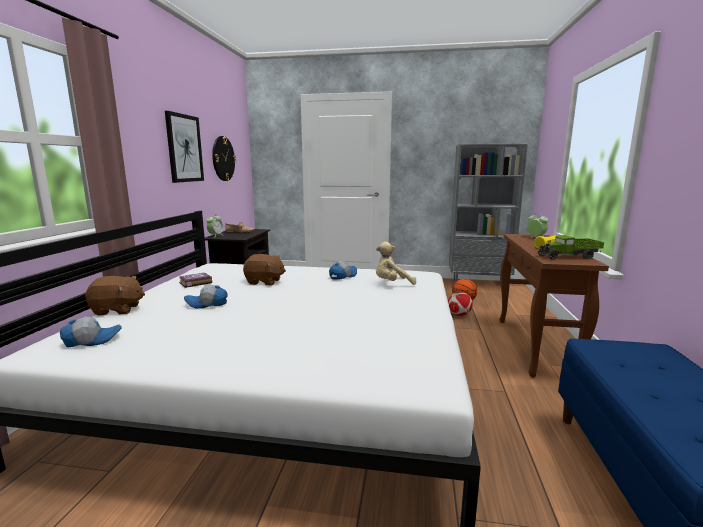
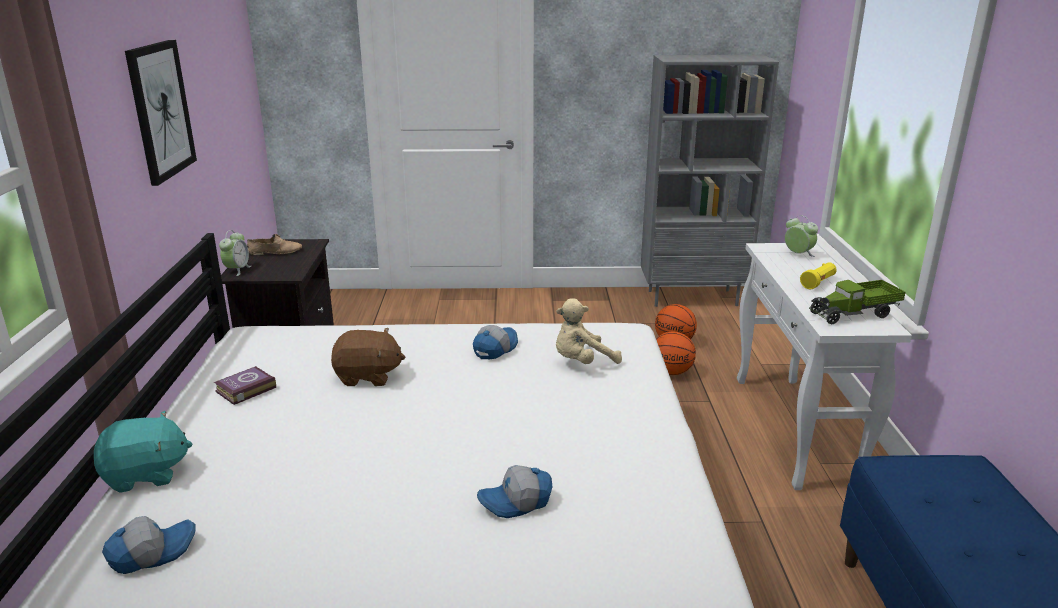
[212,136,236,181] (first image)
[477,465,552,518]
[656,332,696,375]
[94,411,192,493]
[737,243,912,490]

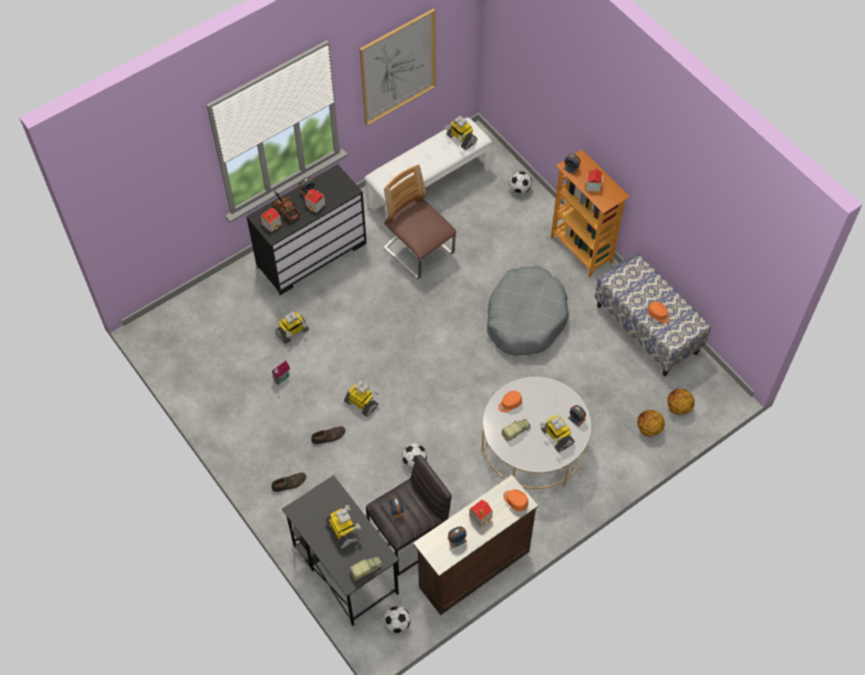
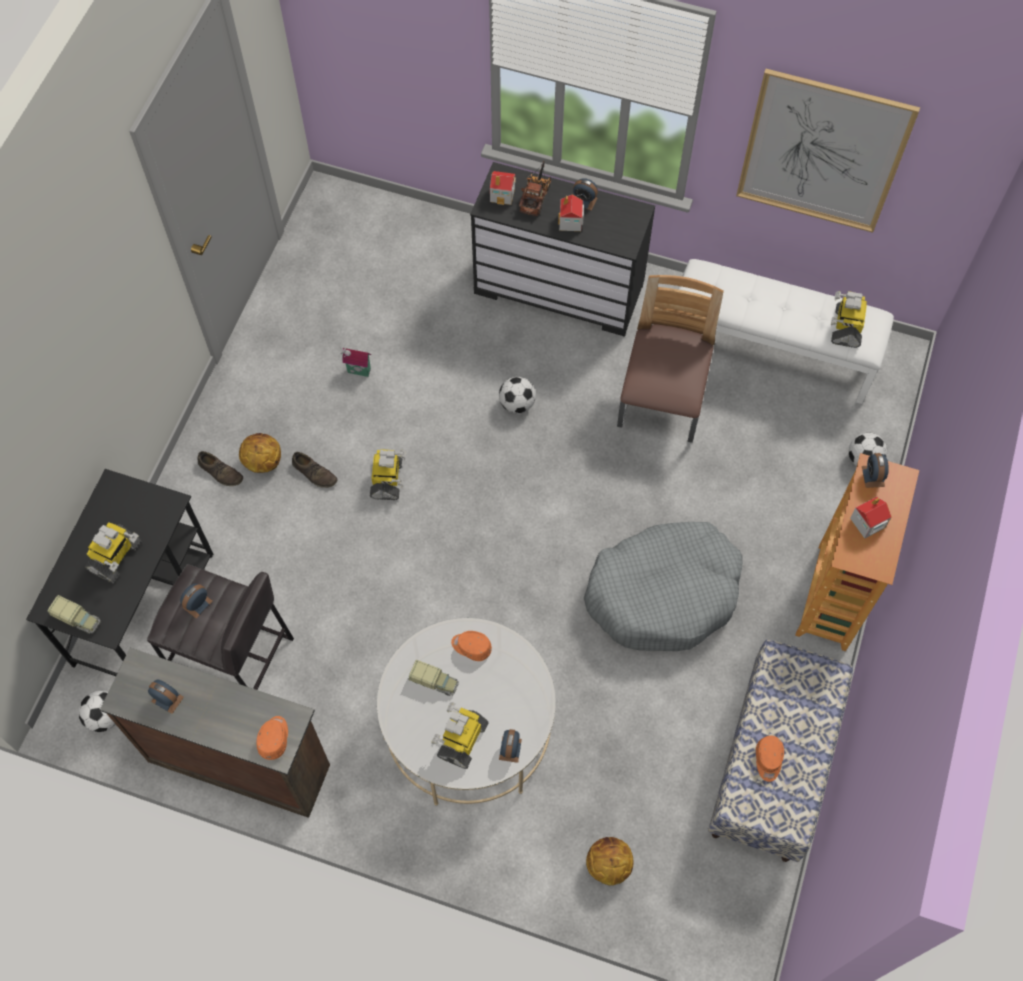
[275,311,309,344] (first image)
[469,500,493,527] (first image)
[499,377,536,414]
[239,433,281,473]

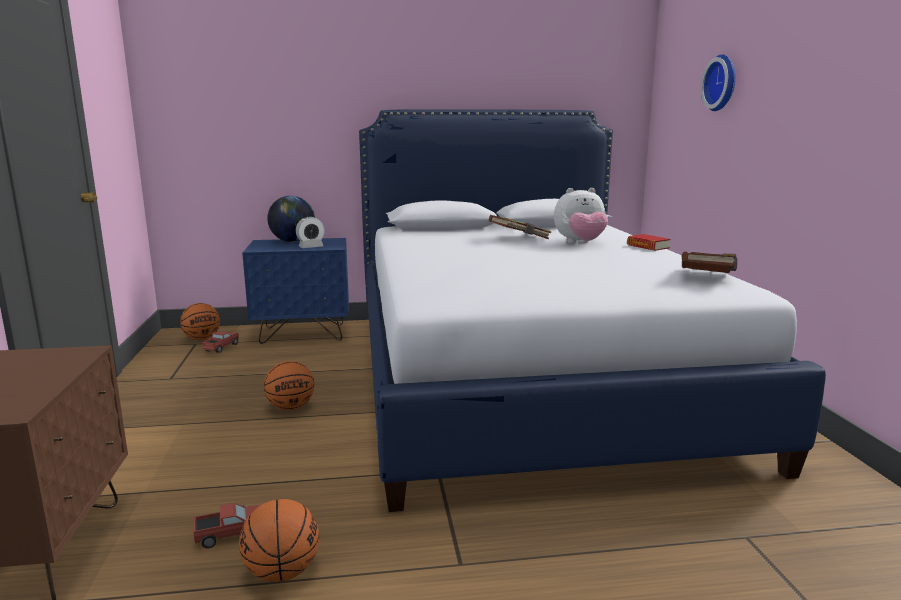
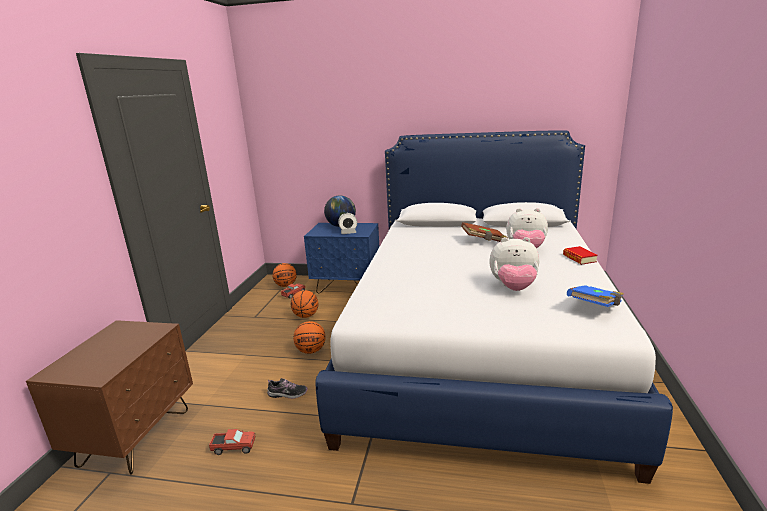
[701,54,736,111] (first image)
[267,378,308,399]
[489,237,539,291]
[291,290,318,318]
[567,285,624,307]

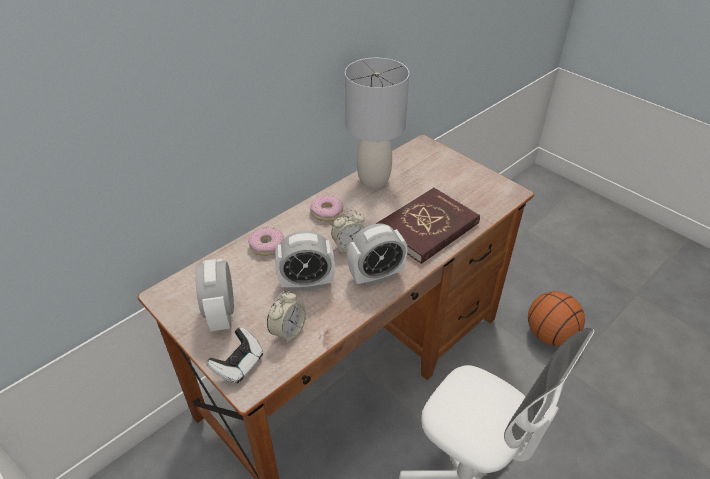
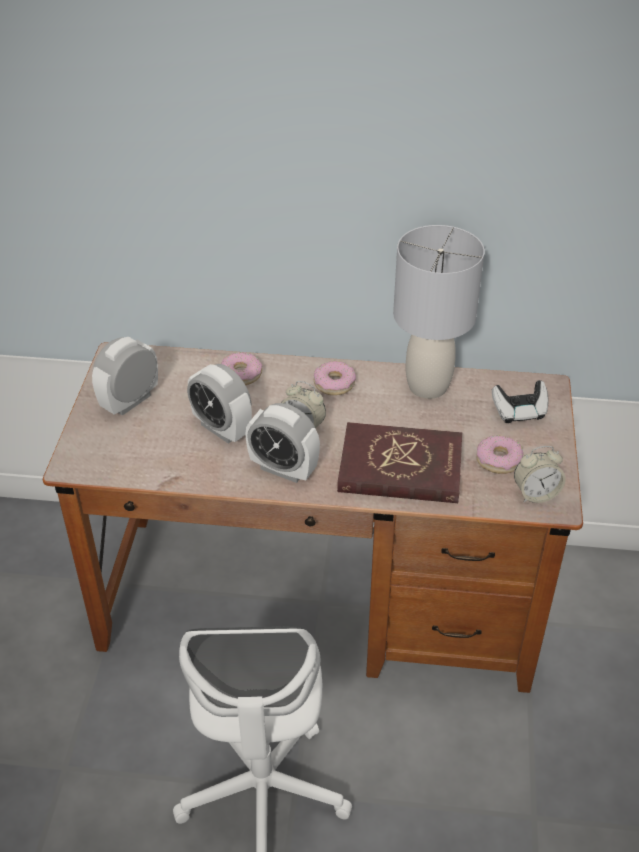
[528,291,585,346] (first image)
[477,435,523,474]
[492,380,548,423]
[514,446,566,503]

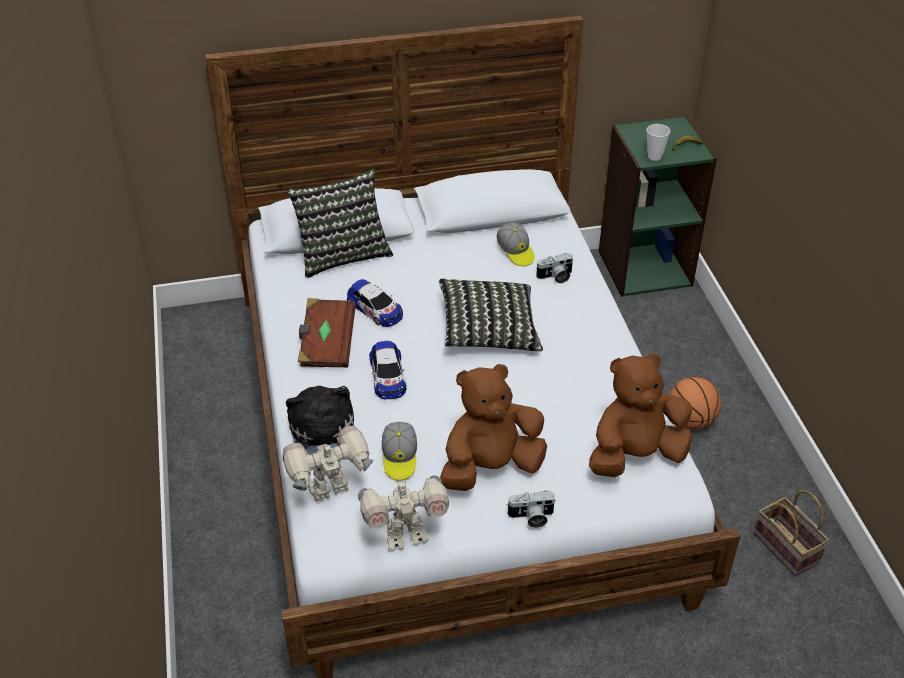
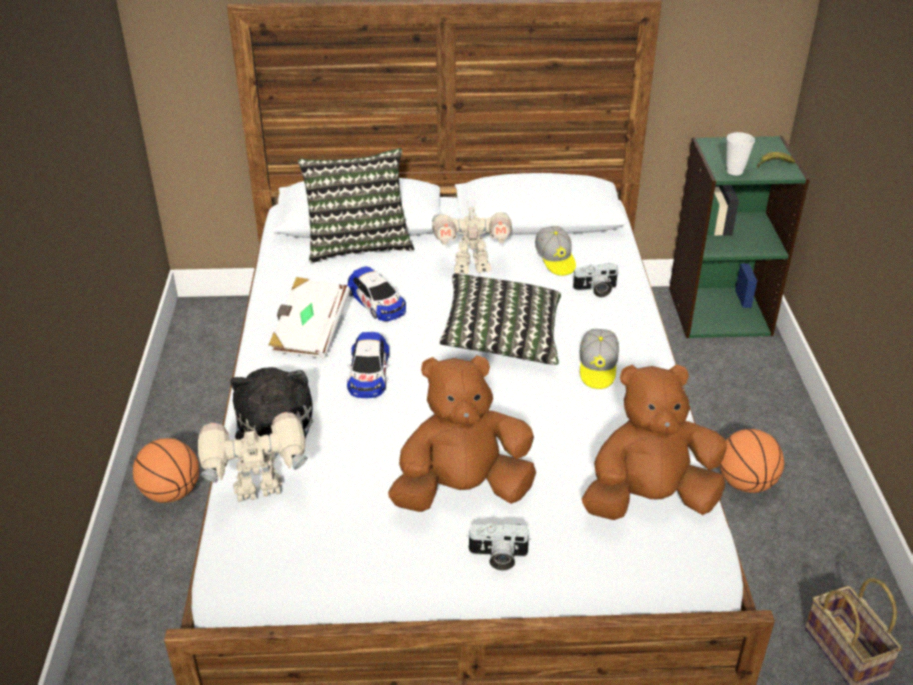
[133,438,199,503]
[432,201,512,274]
[580,329,619,389]
[269,277,350,359]

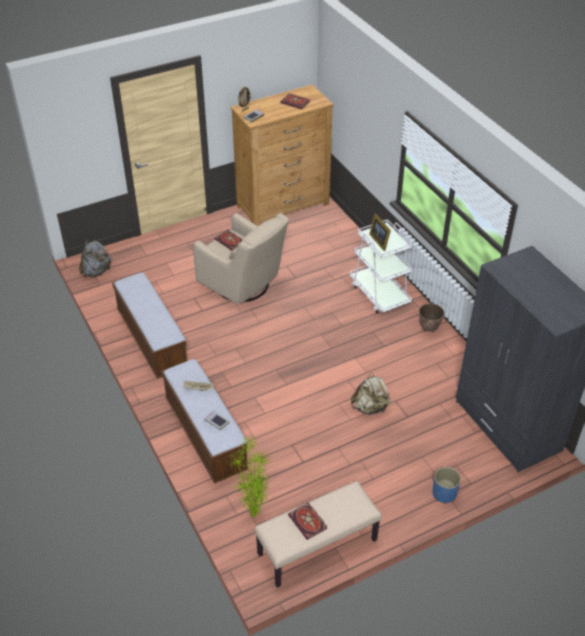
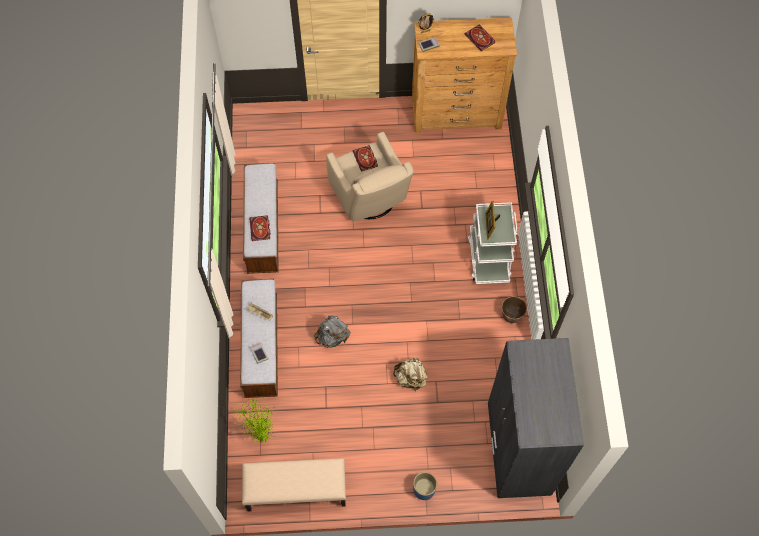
[314,316,350,348]
[249,215,270,241]

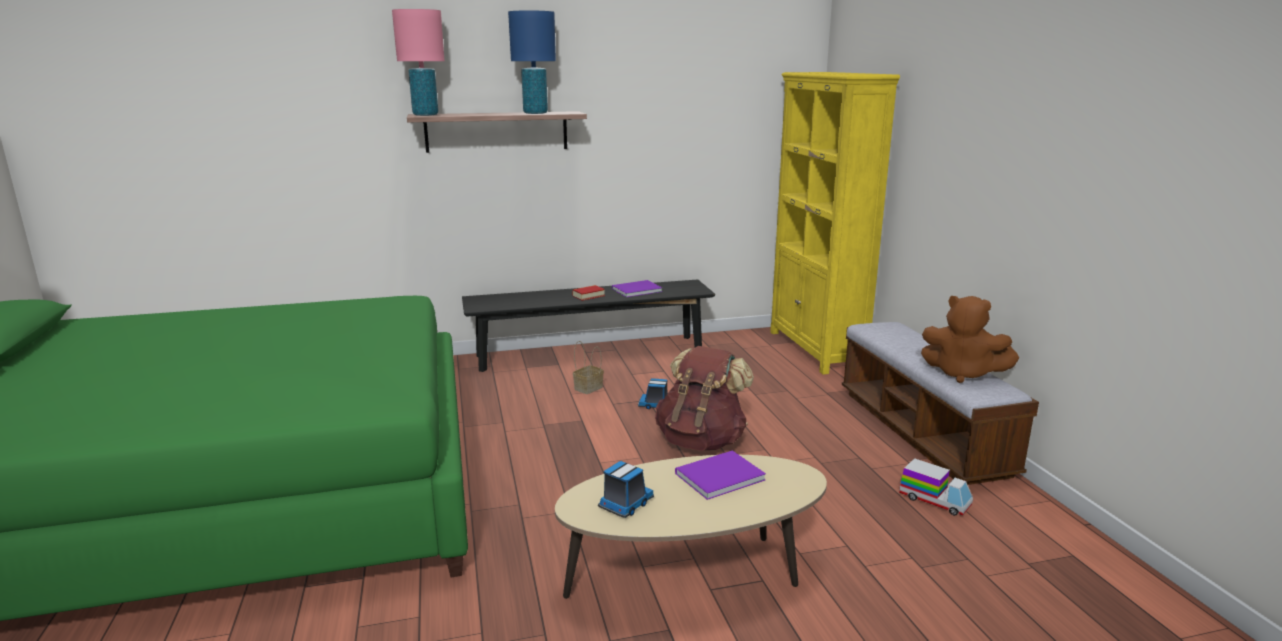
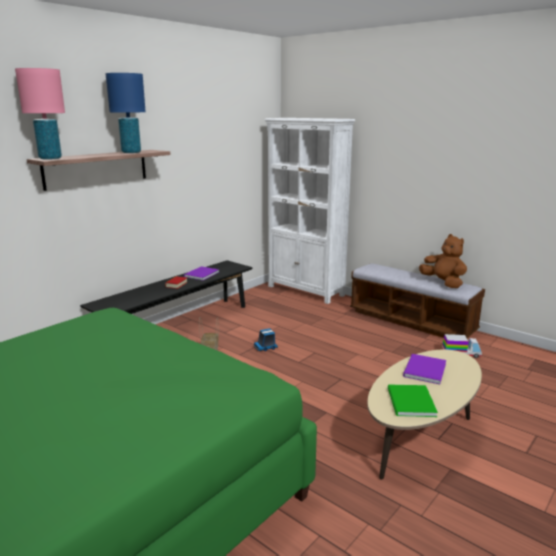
[655,346,754,451] (first image)
[388,385,438,417]
[264,118,355,304]
[419,234,467,288]

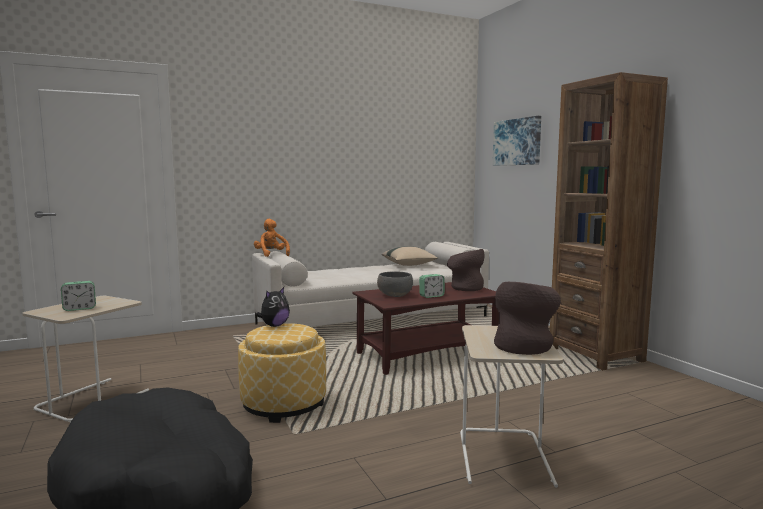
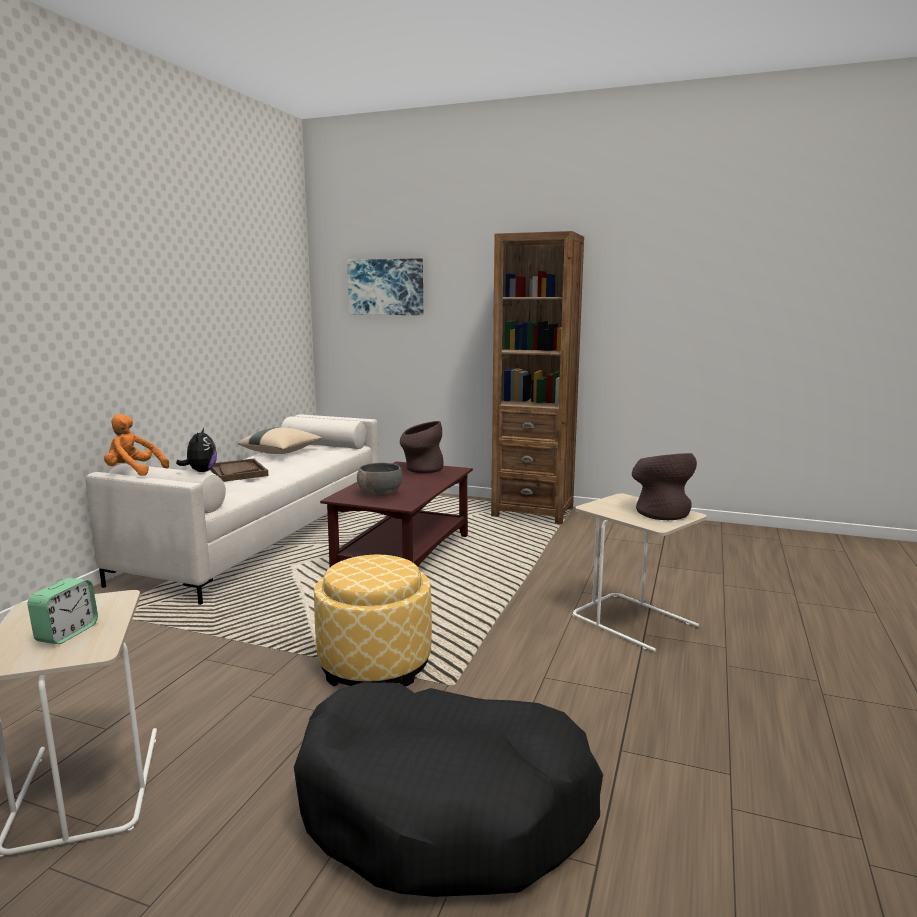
[419,274,445,298] (first image)
[210,459,269,482]
[176,428,217,472]

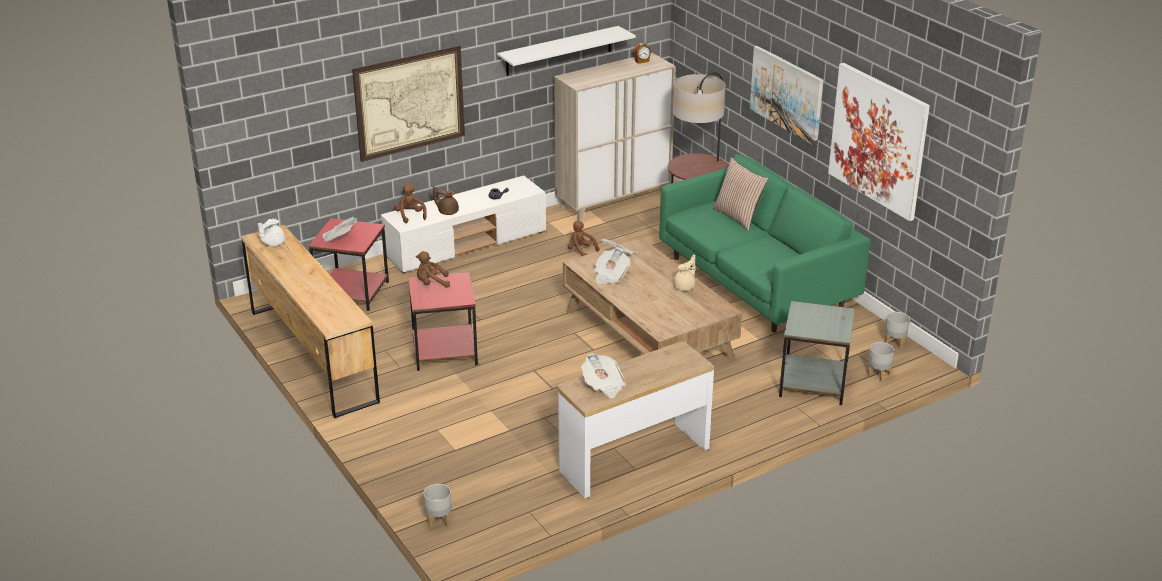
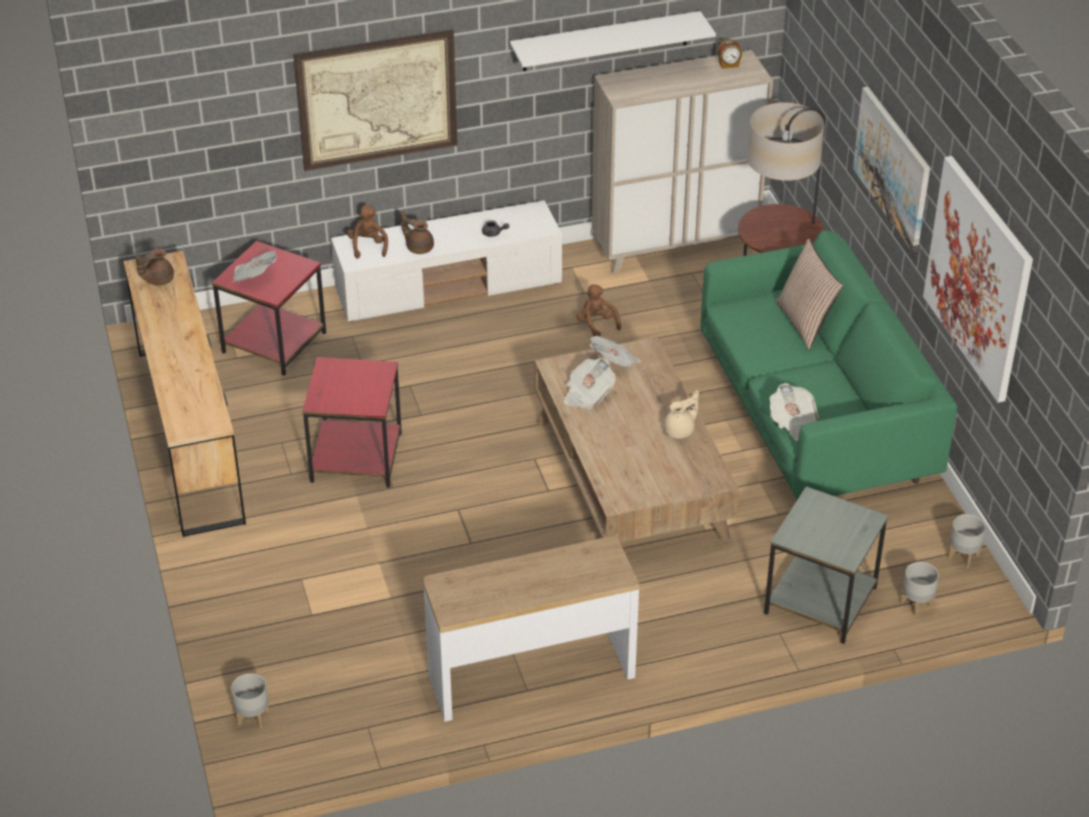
[416,251,450,288] (first image)
[769,383,819,441]
[135,249,174,286]

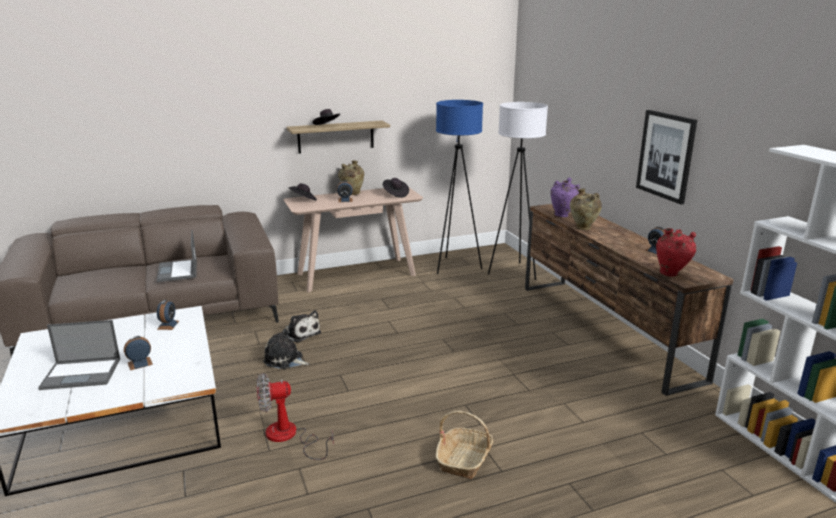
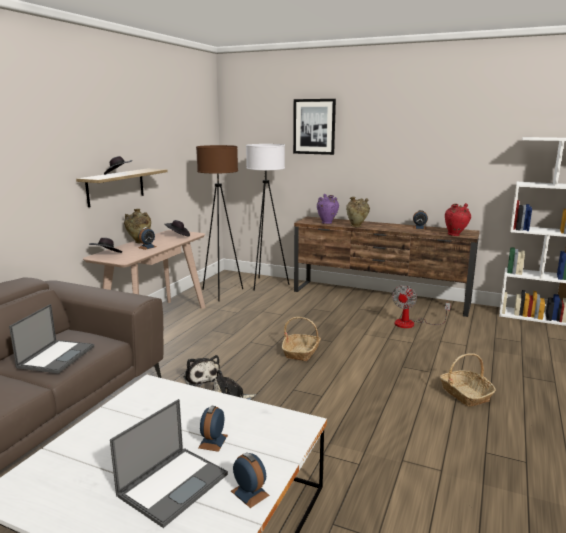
[282,317,321,361]
[231,452,269,508]
[392,285,451,328]
[293,99,336,155]
[196,145,243,301]
[9,304,94,373]
[184,355,220,387]

